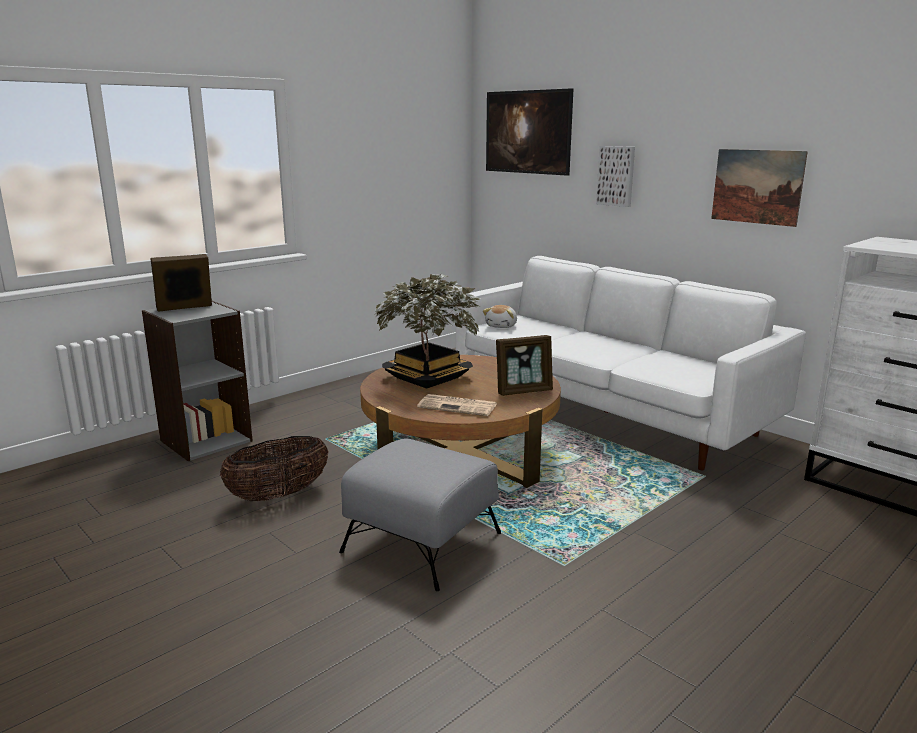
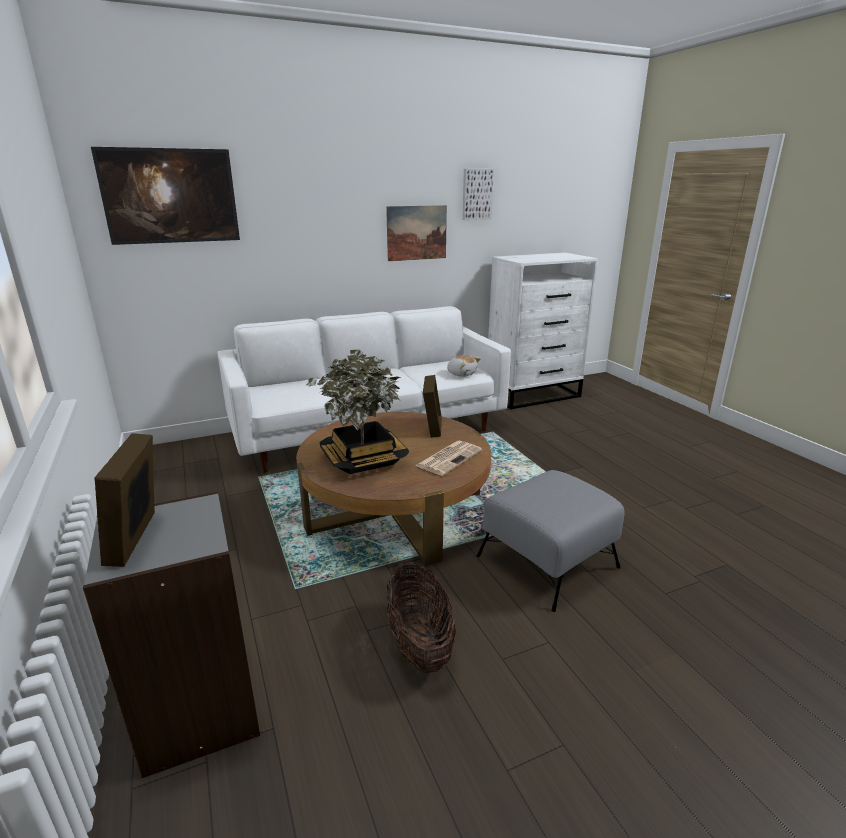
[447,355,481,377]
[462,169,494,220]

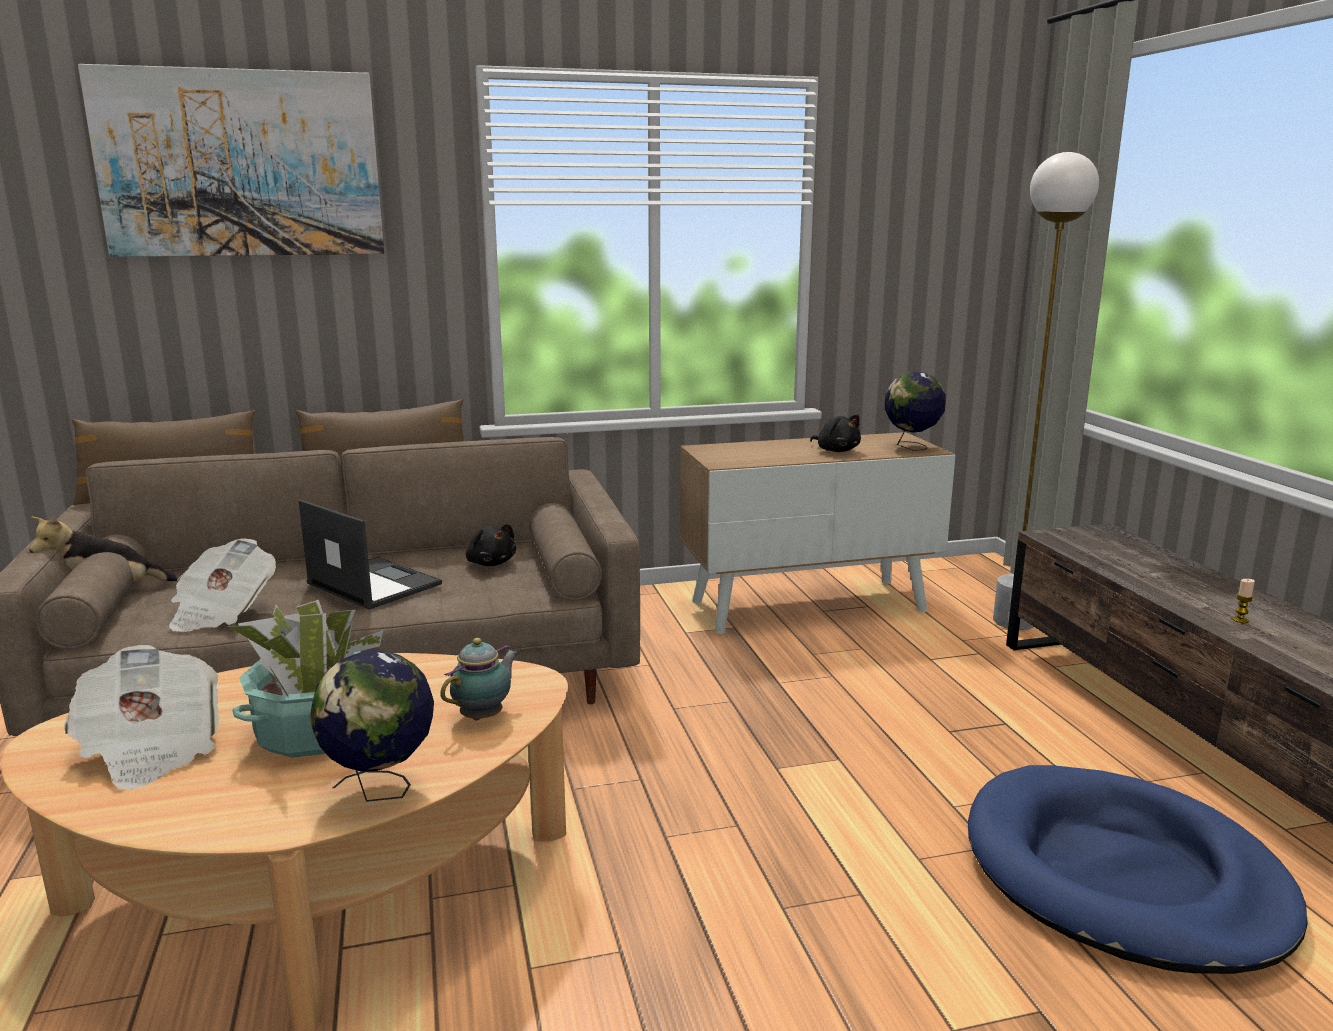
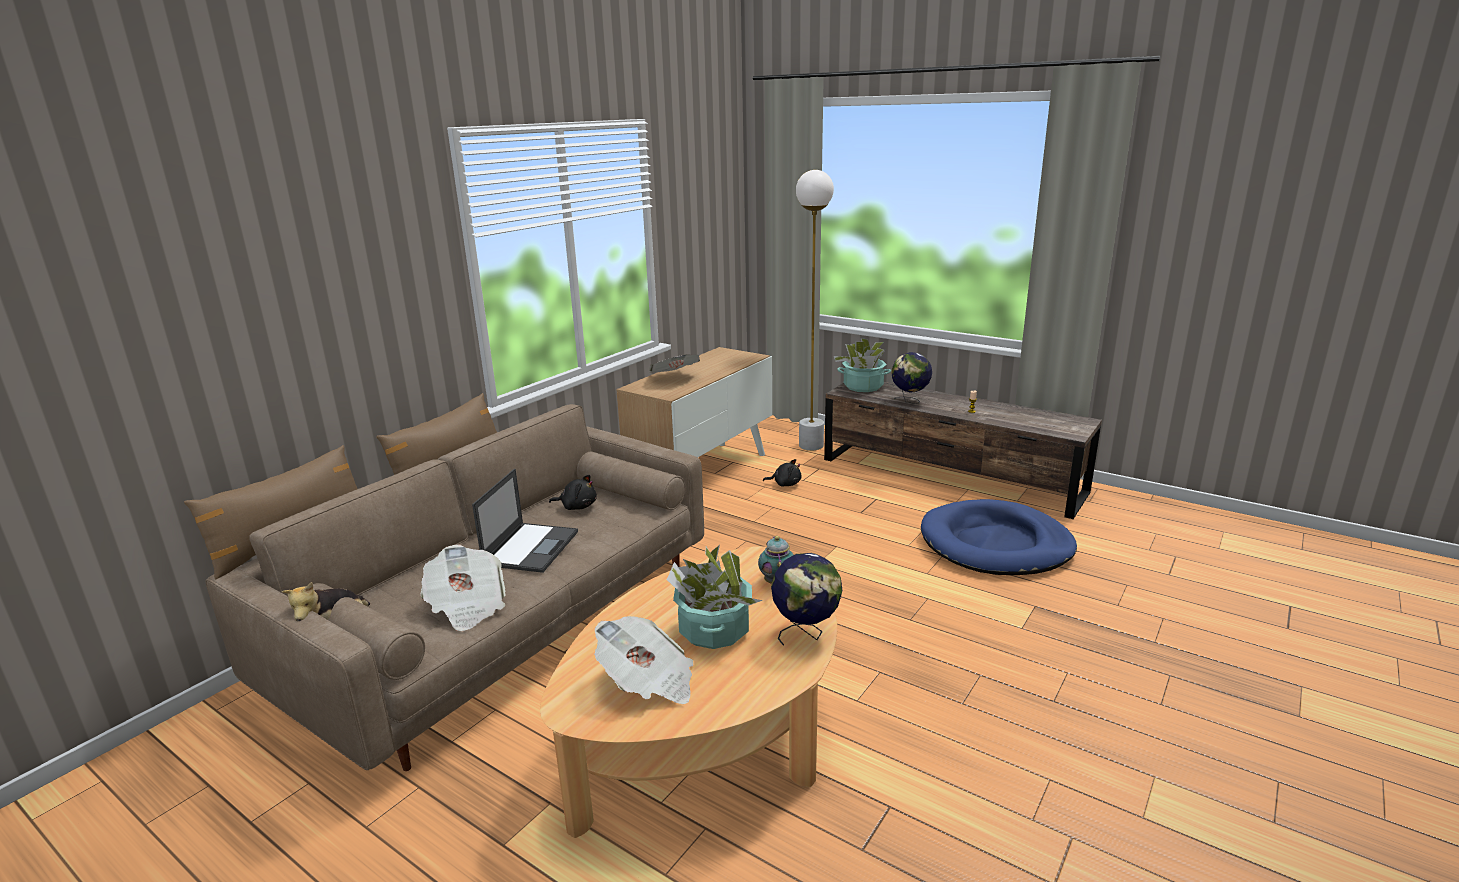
[78,64,384,257] (first image)
[649,354,700,373]
[834,338,891,392]
[763,459,801,486]
[891,352,932,404]
[472,469,578,573]

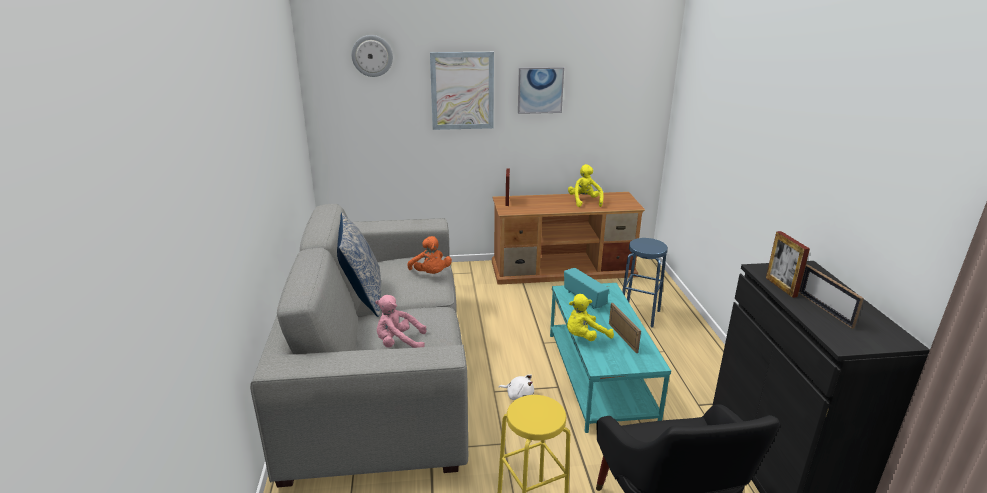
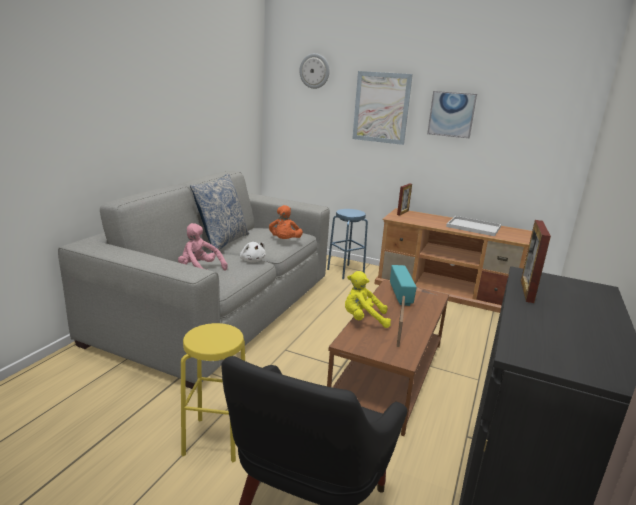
[799,264,864,329] (first image)
[240,242,266,262]
[327,209,368,279]
[446,216,501,236]
[327,280,449,436]

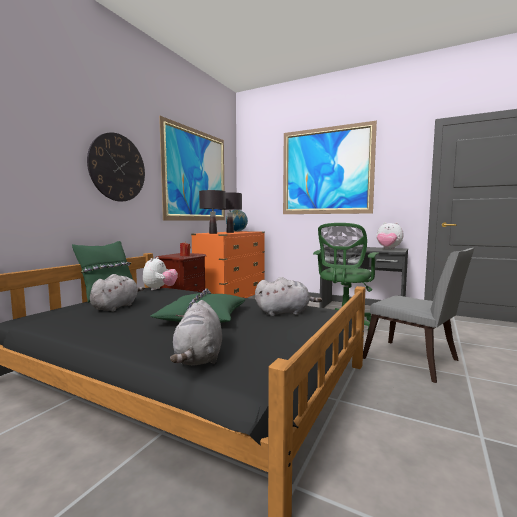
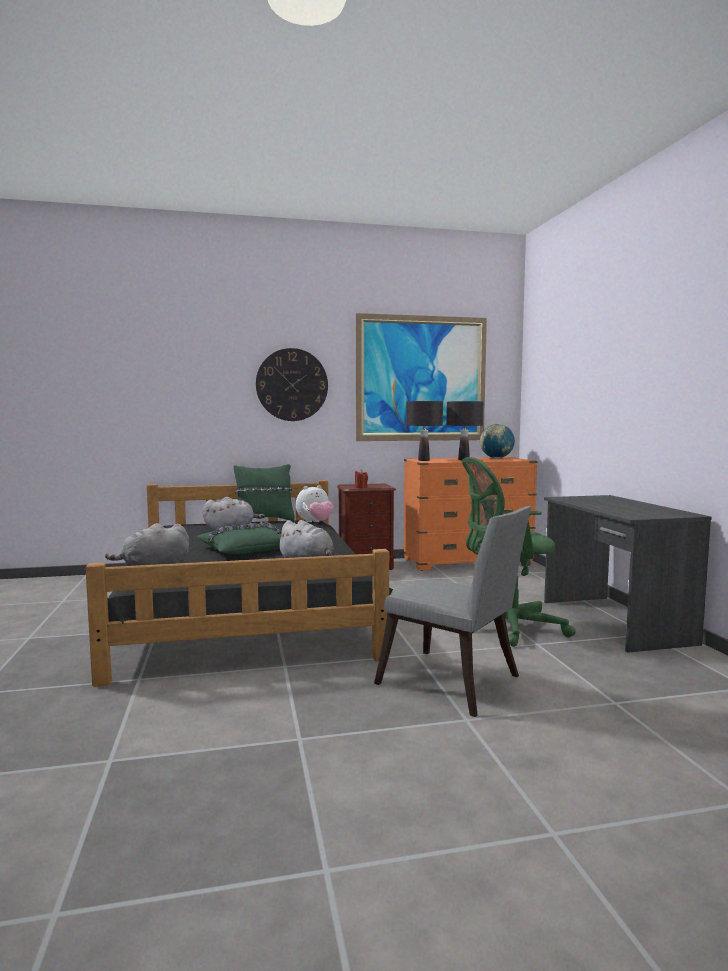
[283,120,377,214] (first image)
[376,222,404,249] (first image)
[374,506,531,717]

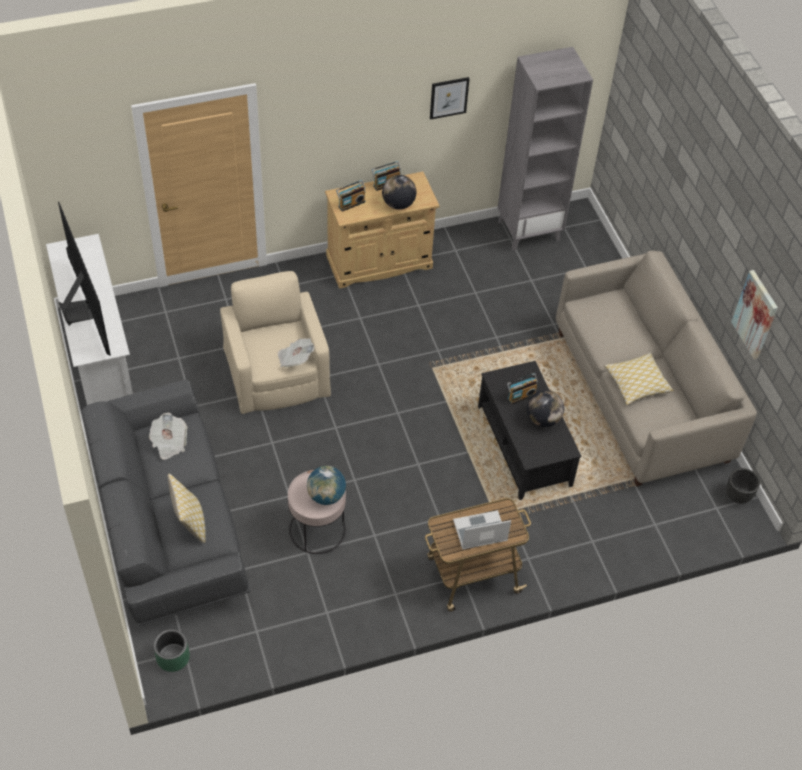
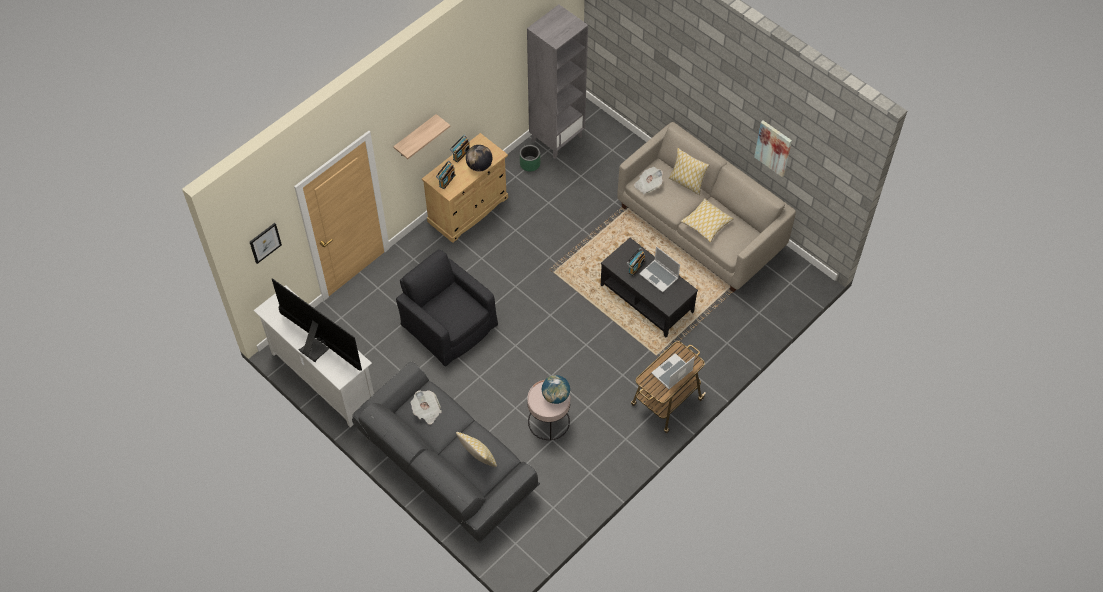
[726,468,760,504] (first image)
[393,114,450,159]
[669,148,709,195]
[520,145,540,171]
[634,167,663,194]
[250,223,282,264]
[639,246,680,292]
[396,250,498,367]

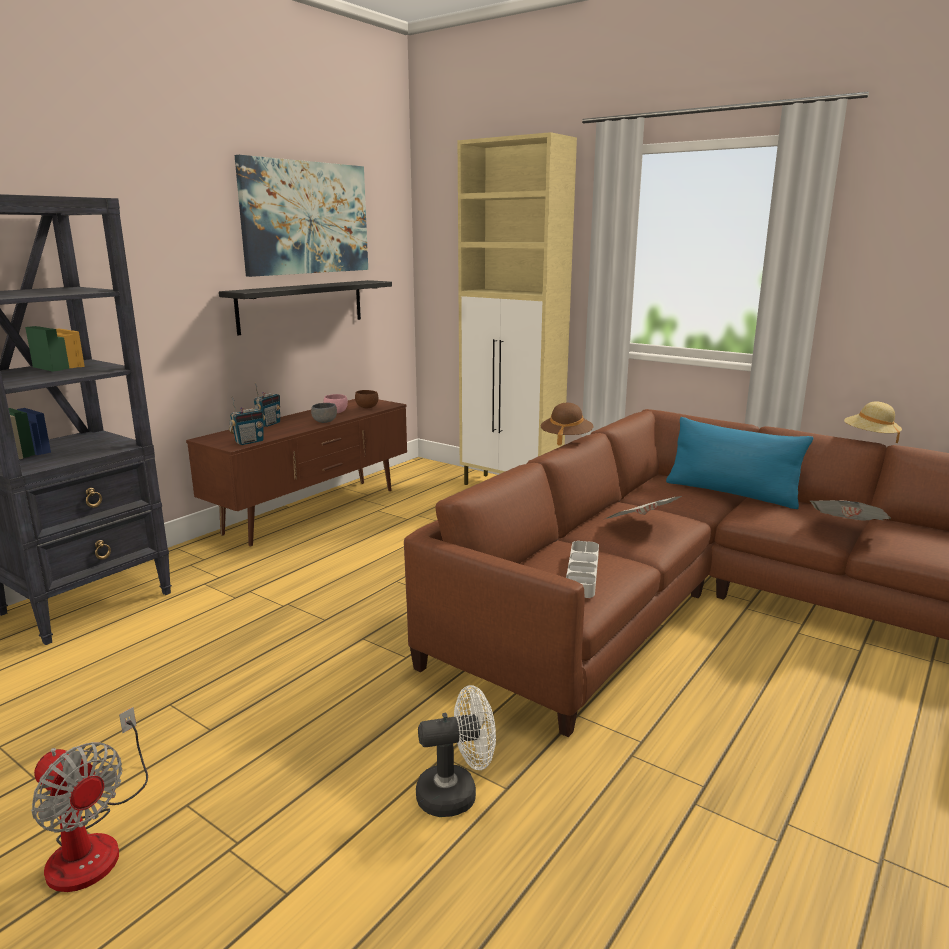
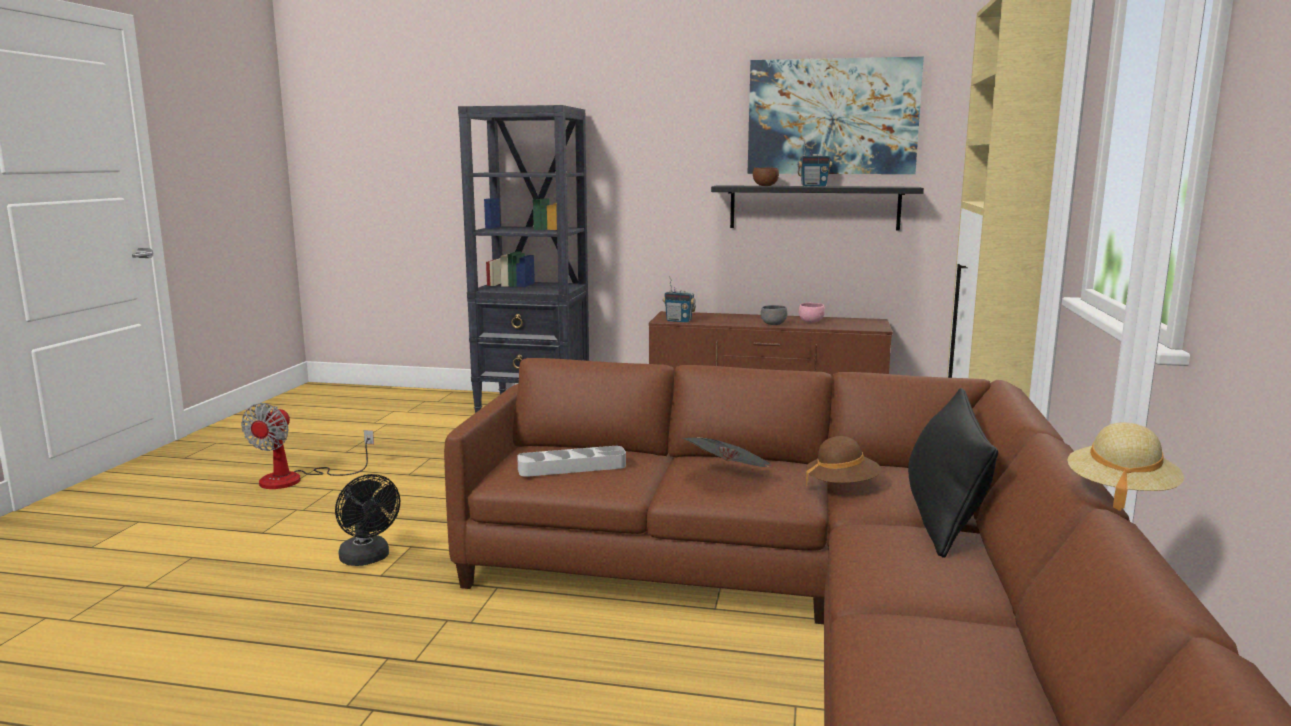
[810,500,891,520] (first image)
[798,140,832,186]
[753,168,779,186]
[806,436,881,488]
[335,474,400,566]
[908,388,998,558]

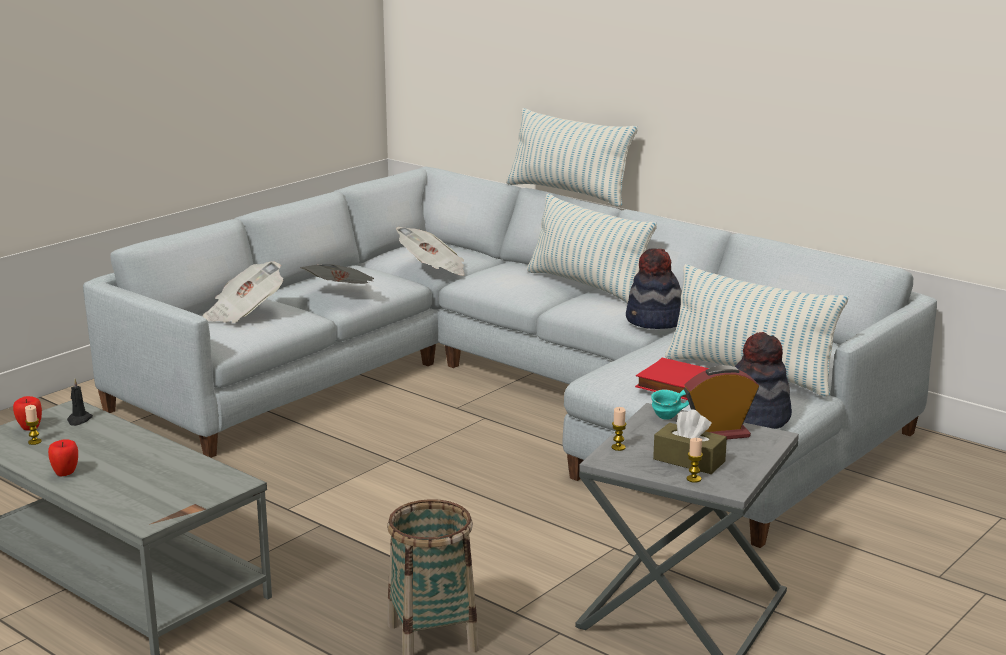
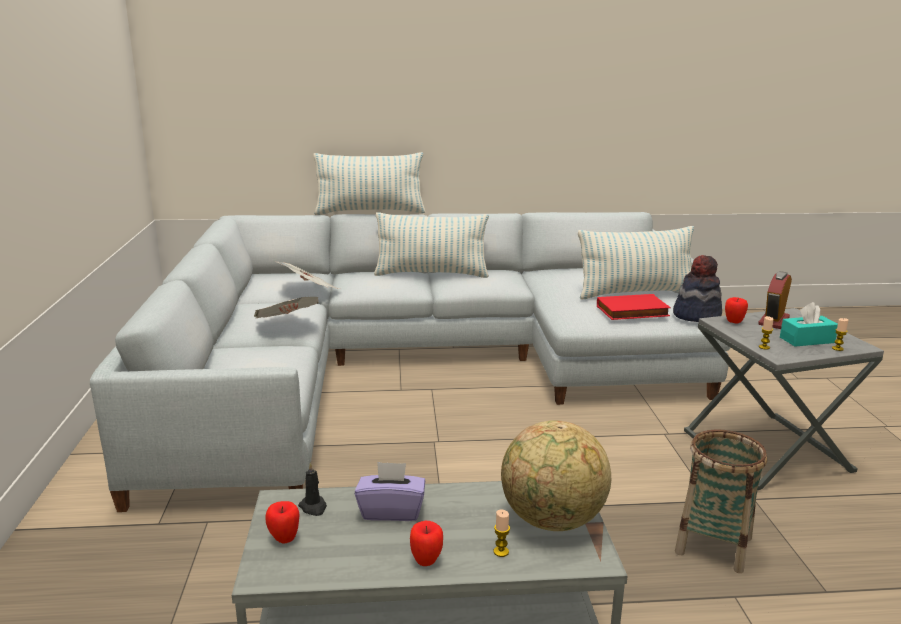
[203,261,283,323] (first image)
[626,248,682,329] (first image)
[355,462,425,521]
[501,420,611,531]
[493,510,510,557]
[725,297,748,324]
[780,302,838,347]

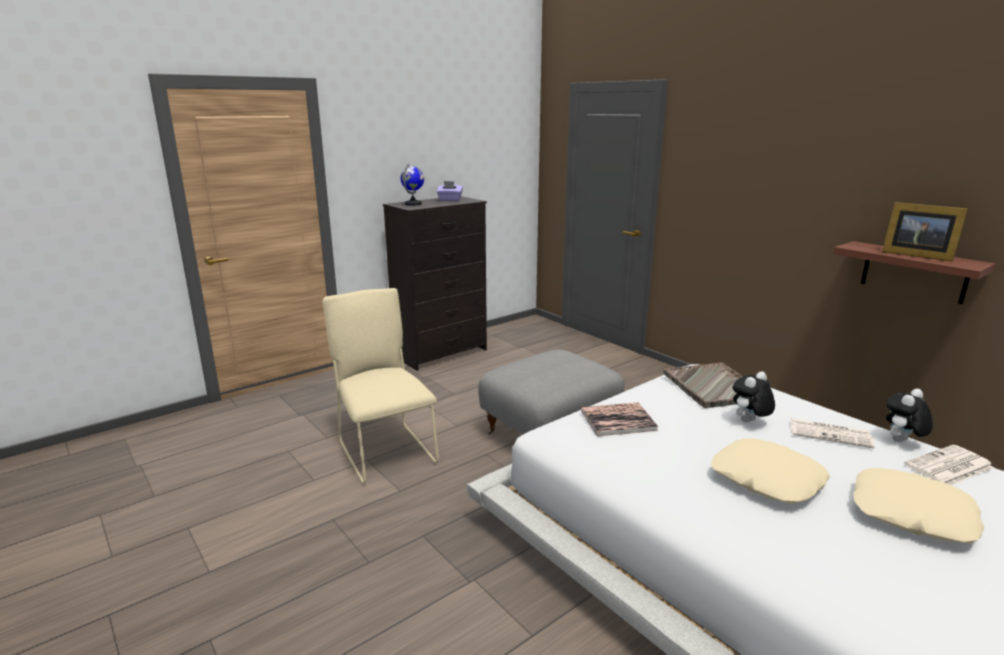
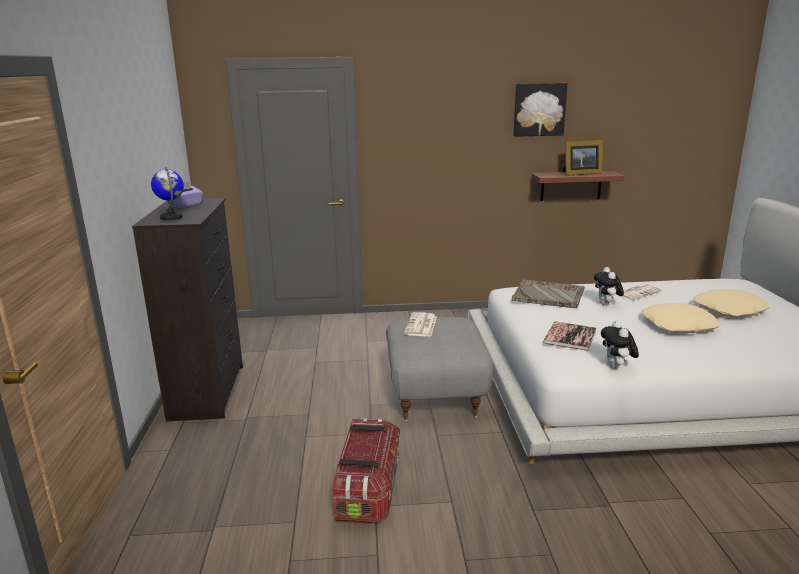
[513,83,567,137]
[601,321,639,369]
[404,312,437,337]
[333,418,400,524]

